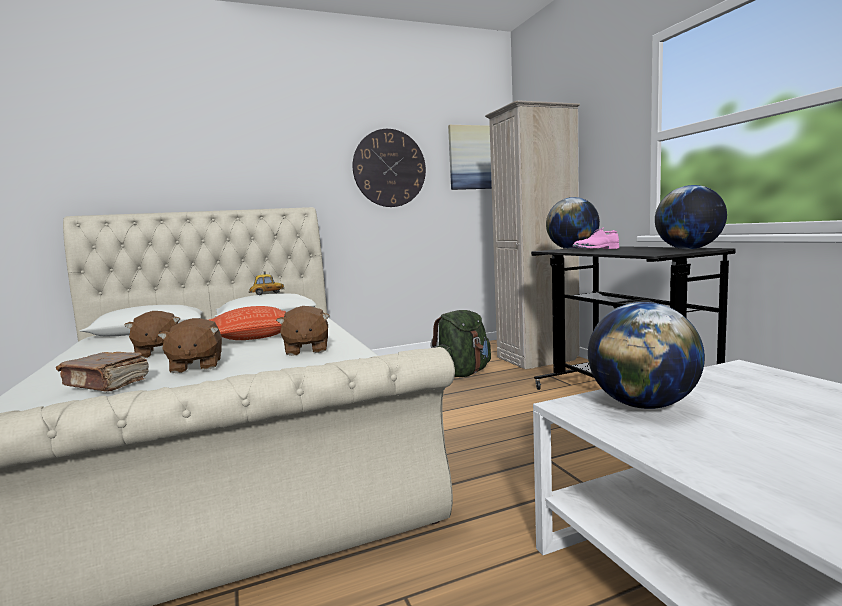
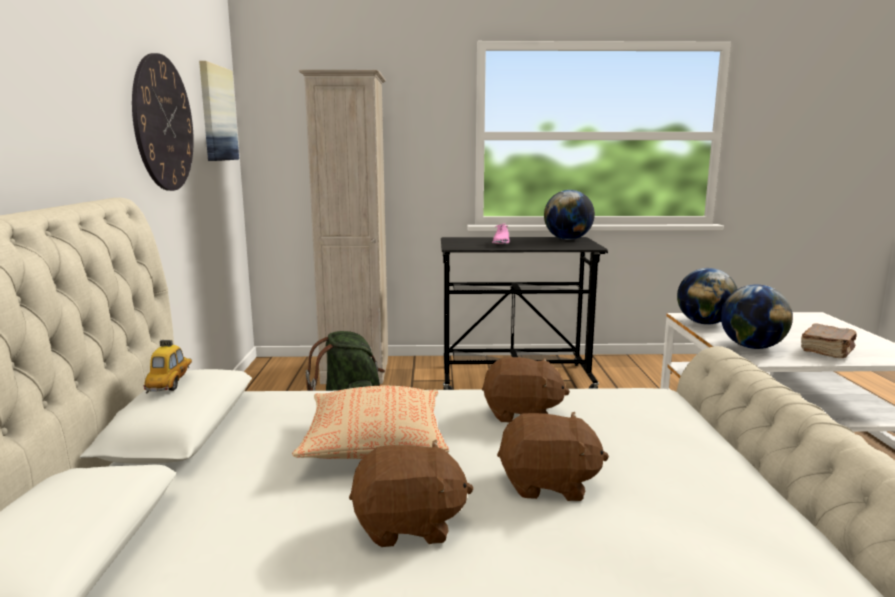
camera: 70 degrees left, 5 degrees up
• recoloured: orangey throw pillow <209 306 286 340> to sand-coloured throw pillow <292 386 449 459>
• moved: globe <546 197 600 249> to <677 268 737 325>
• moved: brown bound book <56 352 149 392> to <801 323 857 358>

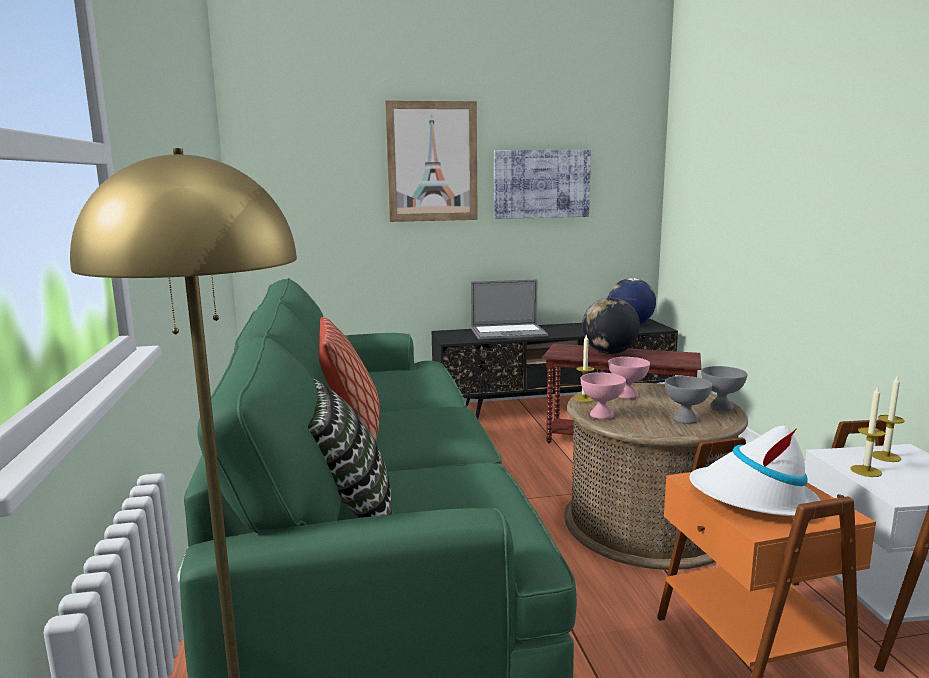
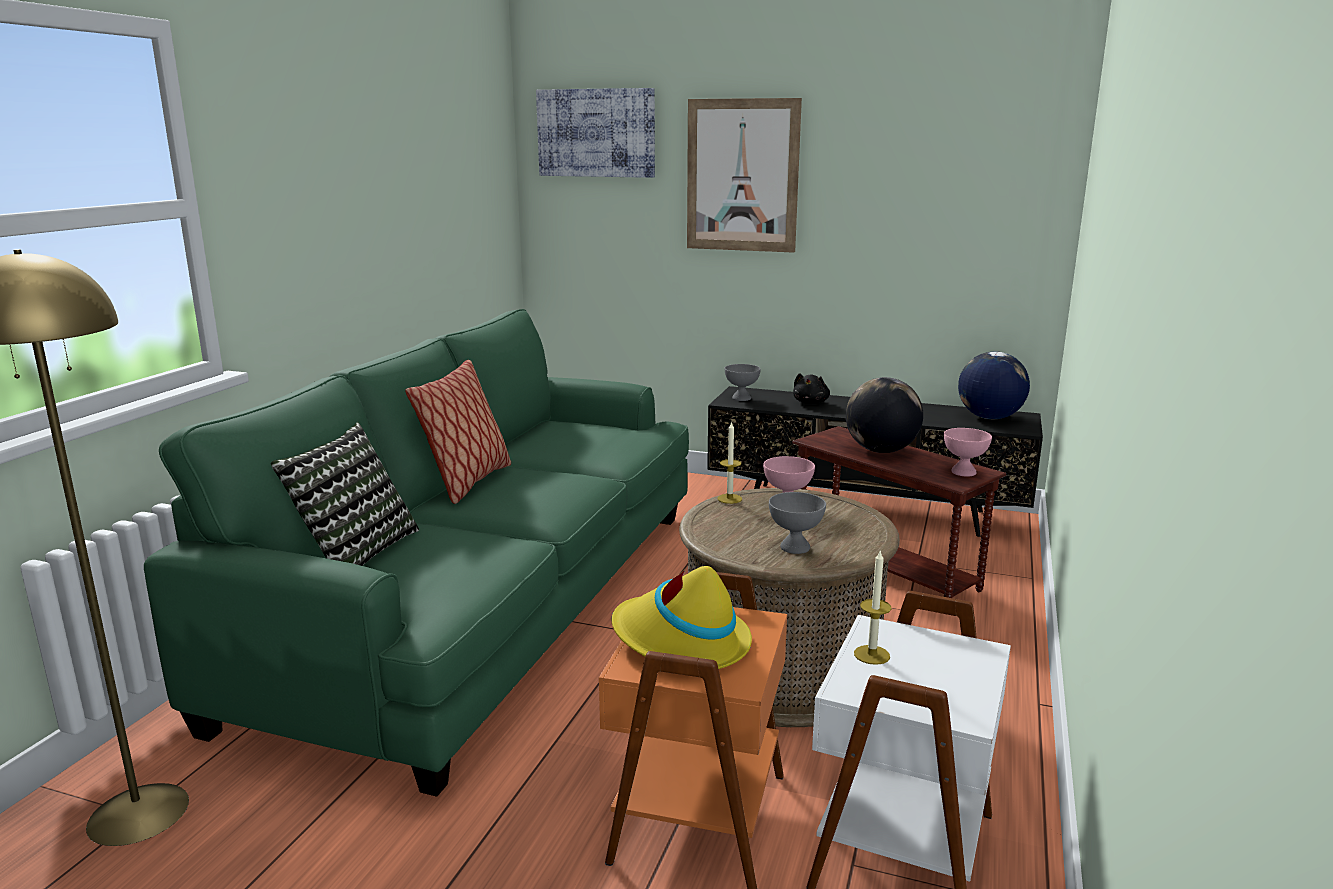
camera: 30 degrees right, 5 degrees up
• moved: wall art <494 150 591 219> to <536 88 655 178>
• recoloured: white-coloured clothing hat <689 426 820 516> to yellowish clothing hat <611 566 752 669>
• moved: greyish bowl <701 366 747 411> to <724 364 761 401>
• replaced: portable computer <471 279 548 340> to blackish cuddly toy <793 373 830 404>
• moved: pinkish bowl <581 372 626 419> to <944 428 992 477>
• removed: candle <872 375 905 462>

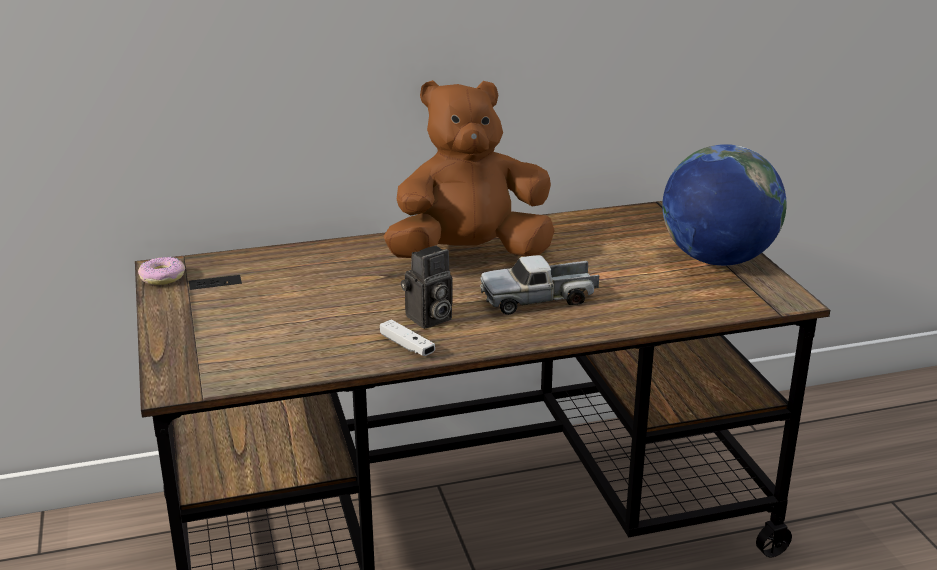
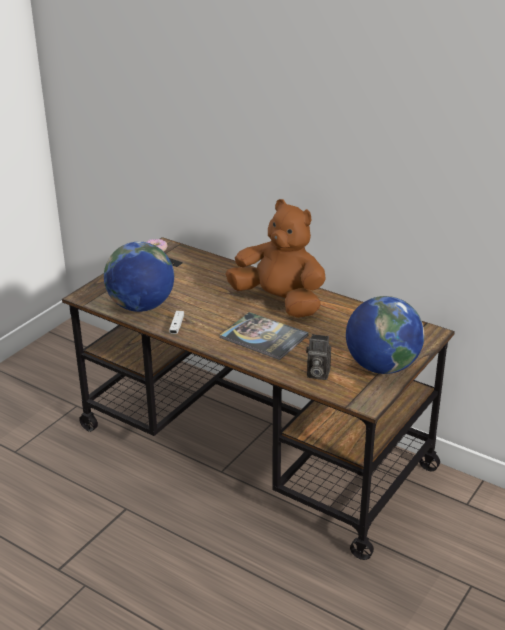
camera: 50 degrees right, 5 degrees up
• added: globe <104 242 174 312>
• replaced: toy truck <480 255 599 315> to bound book <220 312 308 360>
• moved: photo camera <401 245 453 329> to <306 334 331 380>

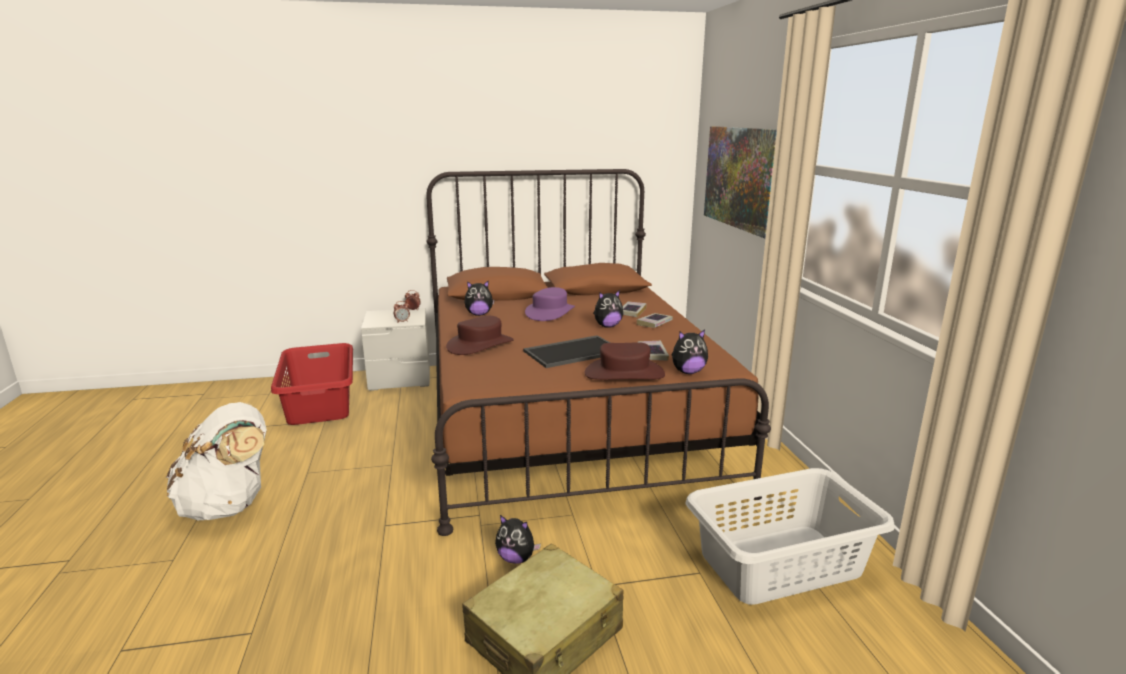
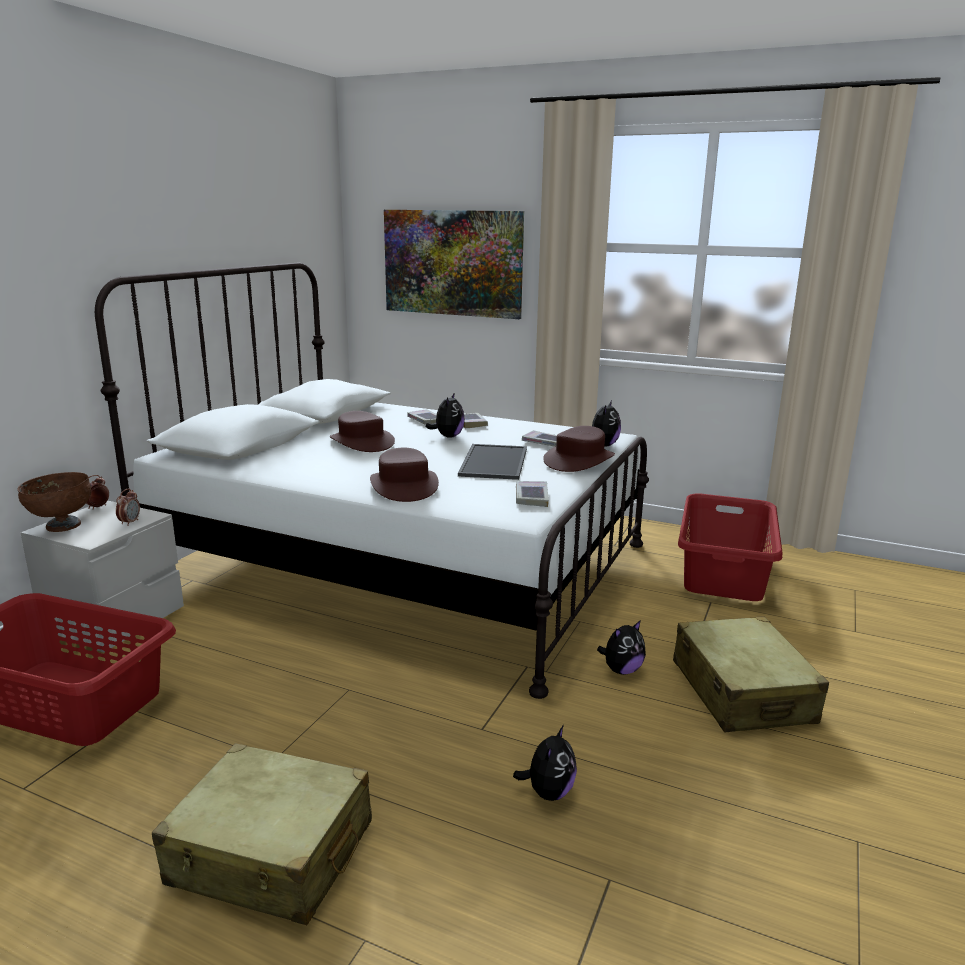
camera: 55 degrees left, 0 degrees up
• added: brown bowl <18 472 91 532>
• recoloured: brown sleeping bed <426 169 771 536> to white-coloured sleeping bed <95 263 649 699>
• replaced: white-coloured knapsack <166 402 267 520> to sand-coloured travel case <152 743 372 925>
• recoloured: purple clothing hat <525 287 575 321> to brown clothing hat <330 411 395 452>
• moved: cuddly toy <464 281 495 316> to <513 725 577 801>
• added: bound book <516 481 549 507>
• recoloured: greyish washing basket <685 468 895 605> to red washing basket <678 493 782 601>

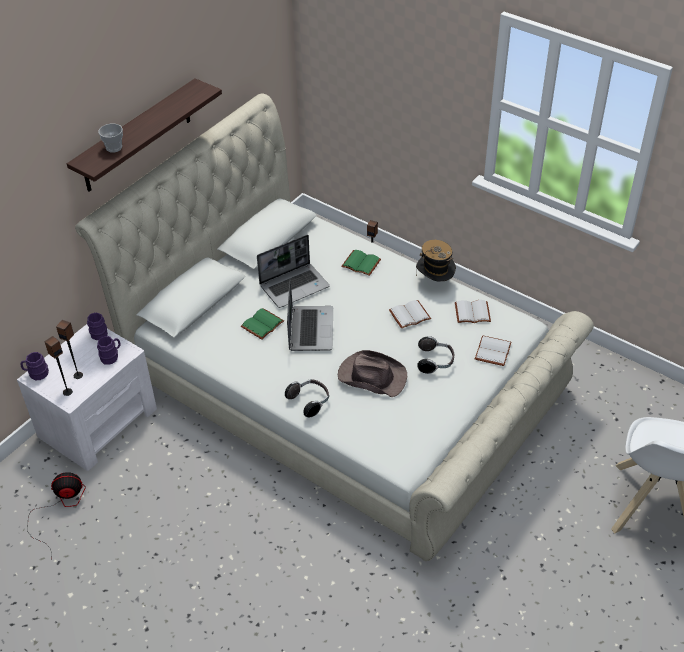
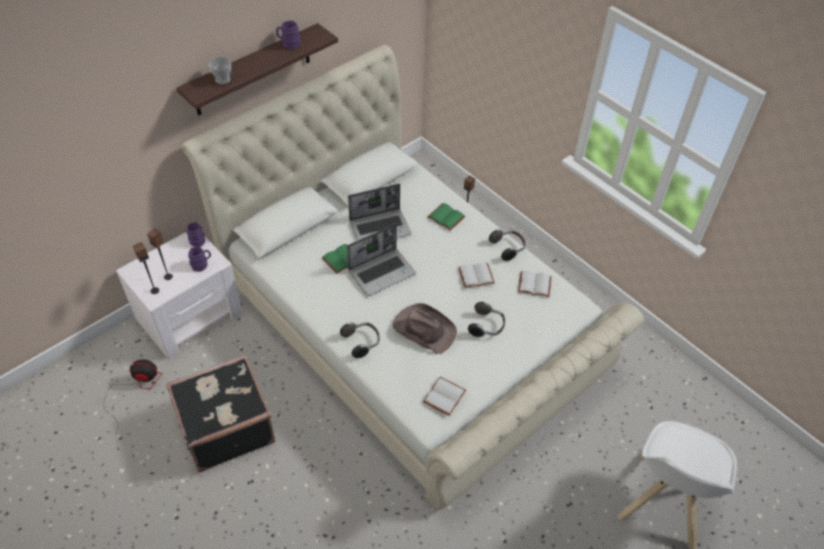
camera: 10 degrees right, 5 degrees up
• added: blackish travel case <166 354 276 472>
• moved: purple tea mug <20 352 49 380> to <276 20 300 49>
• turned: portable computer <287 278 333 351> = <347 224 416 296> 45 degrees clockwise
• moved: white-coloured bound book <475 335 512 366> to <423 377 466 416>
• replaced: clothing hat <416 240 456 281> to headset <489 229 525 261>

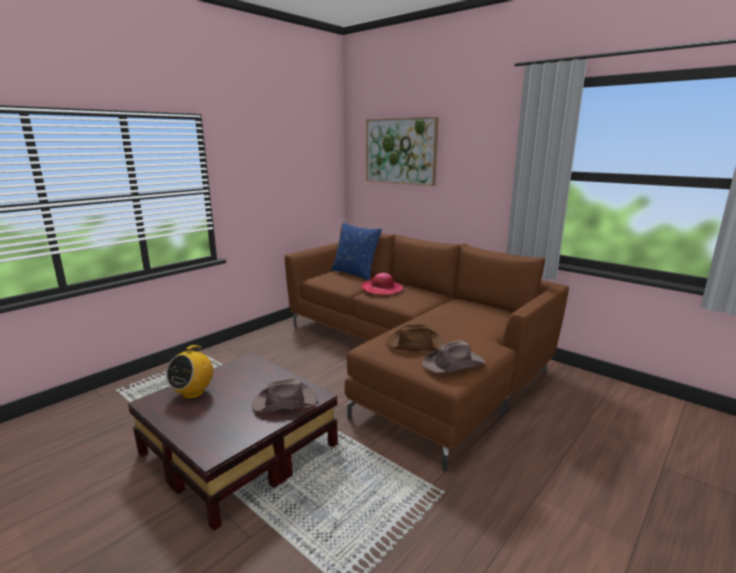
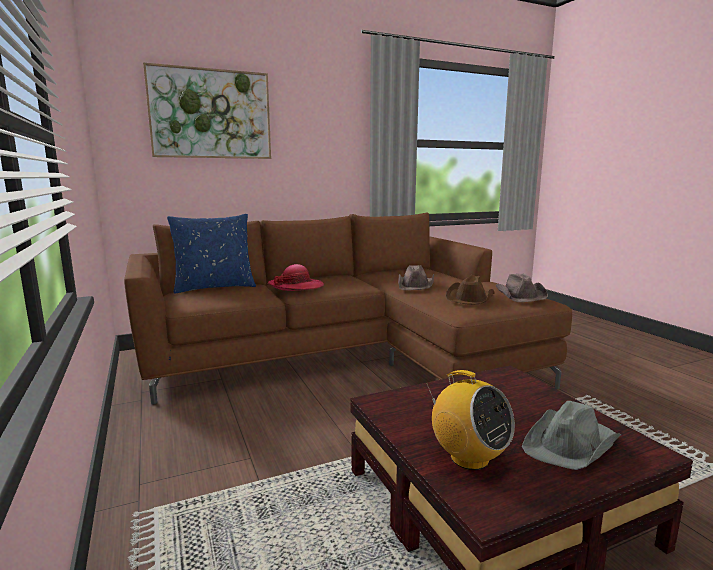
camera: 65 degrees left, 5 degrees down
• moved: brown clothing hat <252 378 317 412> to <398 265 434 290>
• added: greyish clothing hat <522 401 621 470>

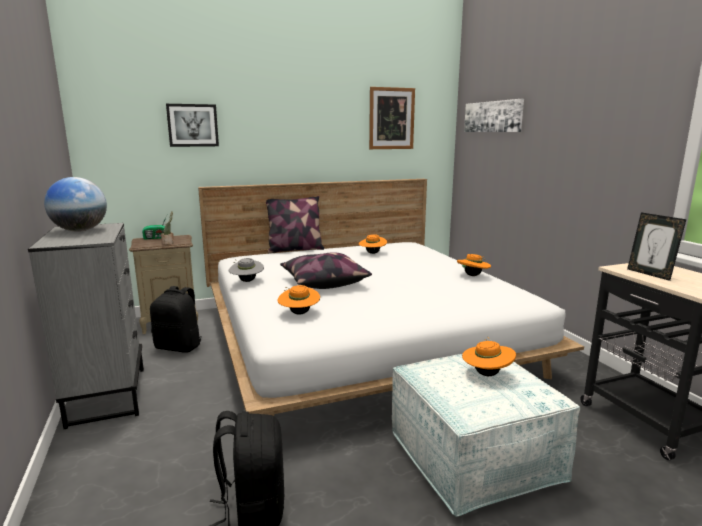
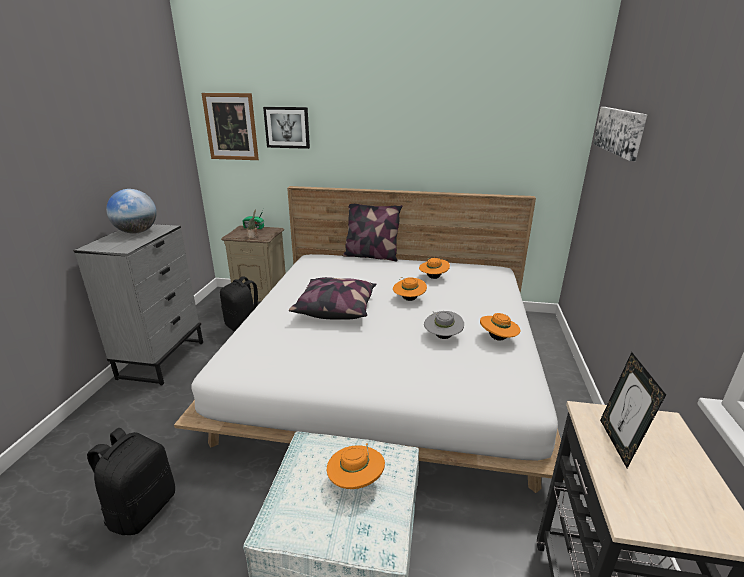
camera: 30 degrees right, 10 degrees up
• moved: wall art <369 87 415 149> to <201 93 259 160>
• moved: orangey clothing hat <278 285 320 315> to <393 277 427 301>
• moved: greyish clothing hat <229 258 264 282> to <424 311 464 339>

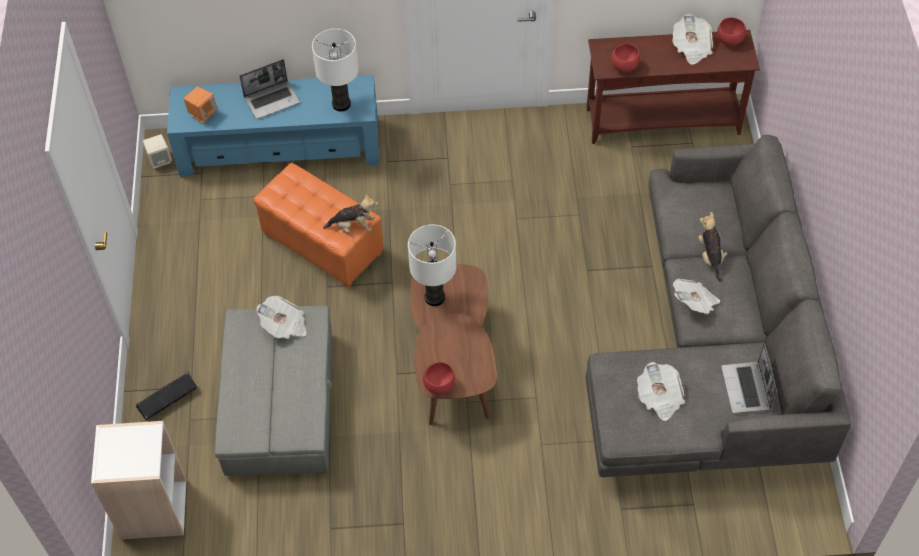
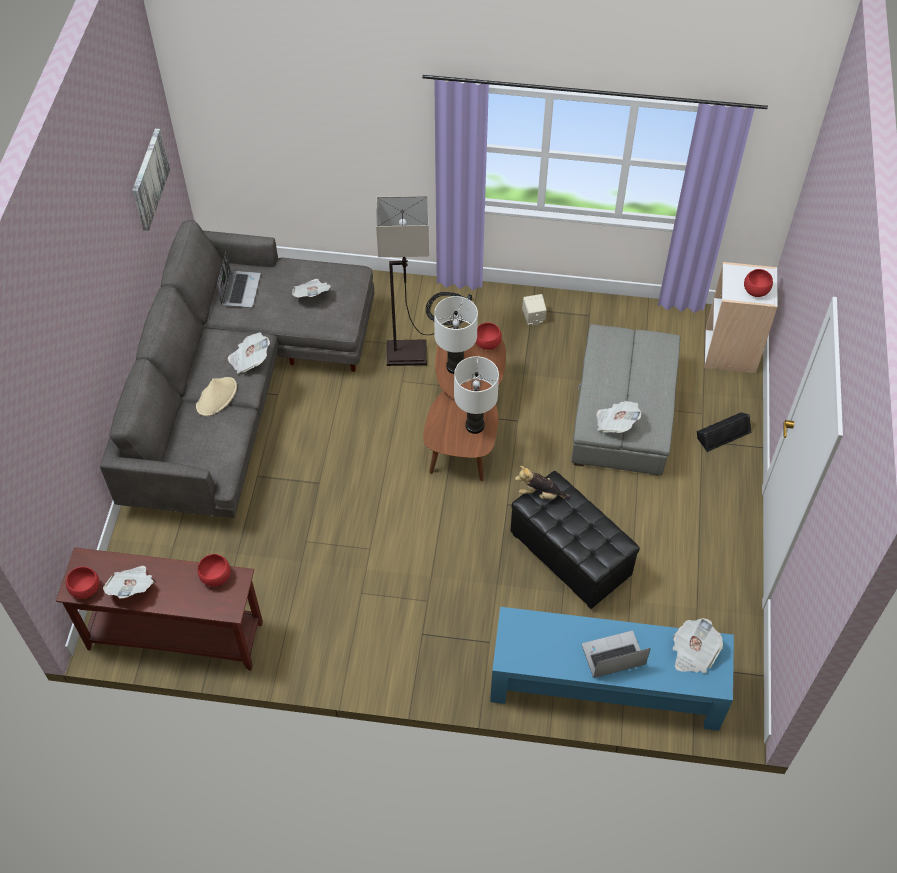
camera: 170 degrees left, 0 degrees up
• added: wall art <132 128 170 231>
• replaced: cuddly toy <698 212 727 282> to sand-coloured clothing hat <196 377 237 416>
• added: standard lamp <376 196 472 366>
• moved: white-coloured table lamp <312 29 359 111> to <434 296 478 374>
• recoloured: orangey pouffe <253 163 384 288> to blackish pouffe <510 471 640 609>
• moved: sand-coloured loudspeaker <143 134 172 169> to <522 294 547 325>
• replaced: orangey loudspeaker <184 86 217 123> to printed paper <672 618 723 673>
• added: red bowl <744 269 773 297>

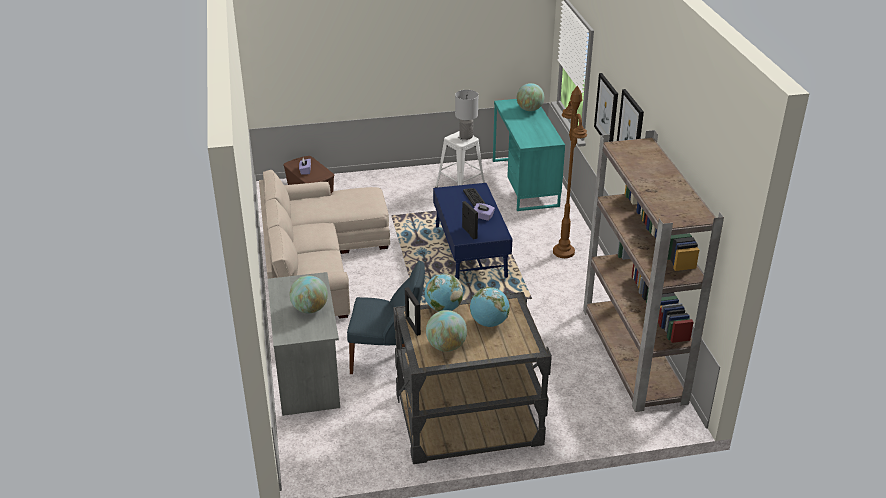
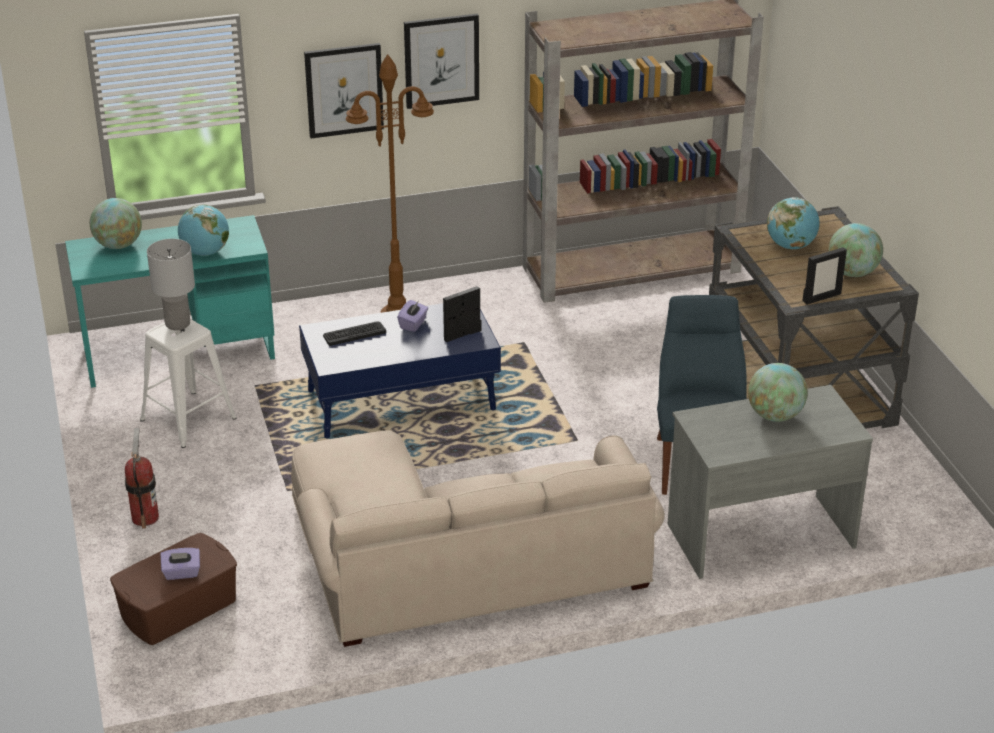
camera: 95 degrees left, 0 degrees up
• added: fire-fighting cylinder <125 427 159 529>
• moved: globe <425 274 463 312> to <178 205 229 256>

